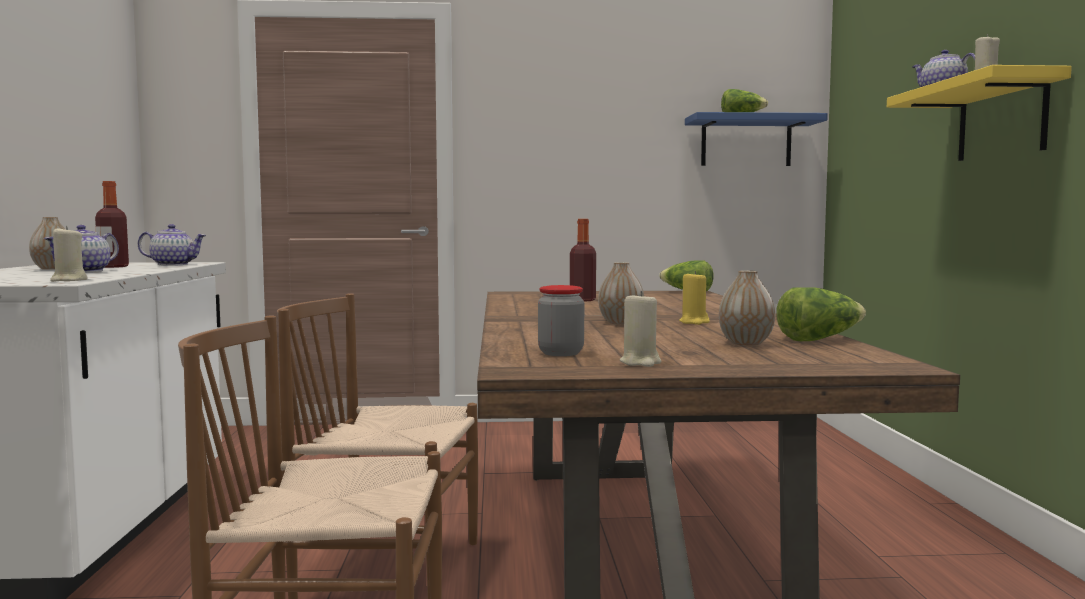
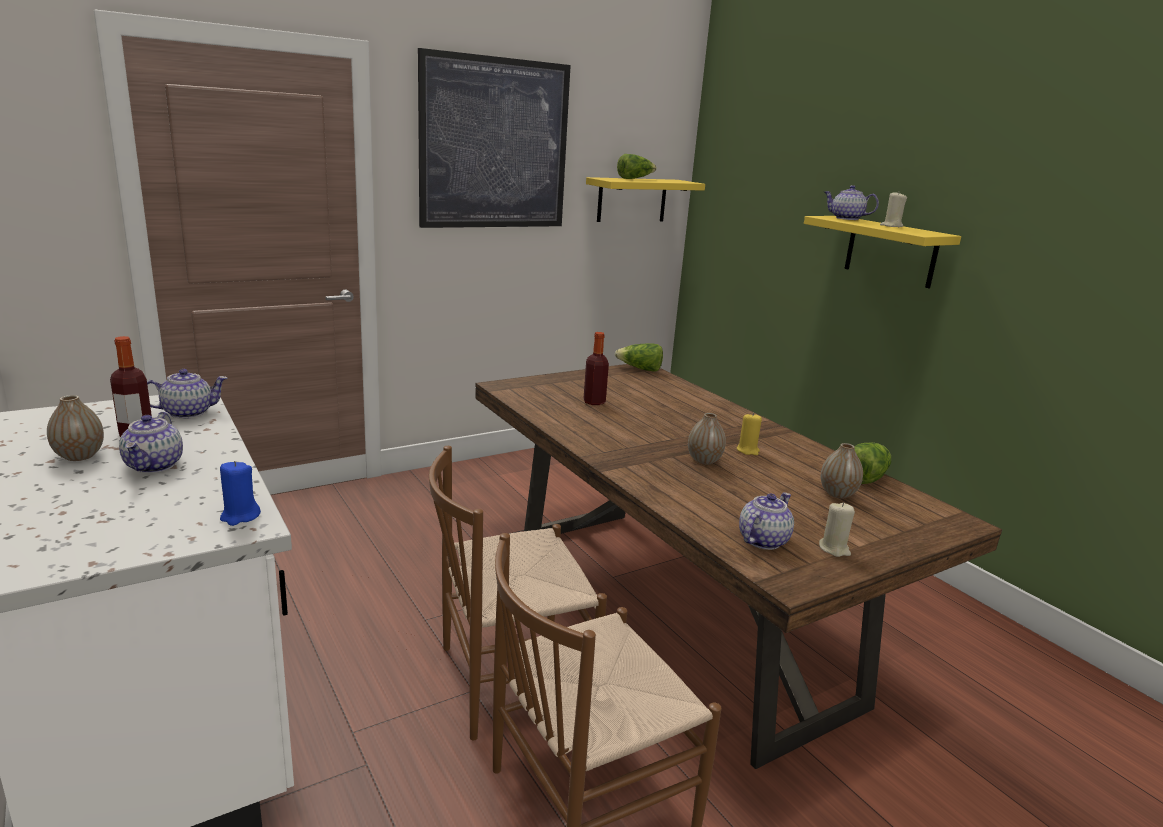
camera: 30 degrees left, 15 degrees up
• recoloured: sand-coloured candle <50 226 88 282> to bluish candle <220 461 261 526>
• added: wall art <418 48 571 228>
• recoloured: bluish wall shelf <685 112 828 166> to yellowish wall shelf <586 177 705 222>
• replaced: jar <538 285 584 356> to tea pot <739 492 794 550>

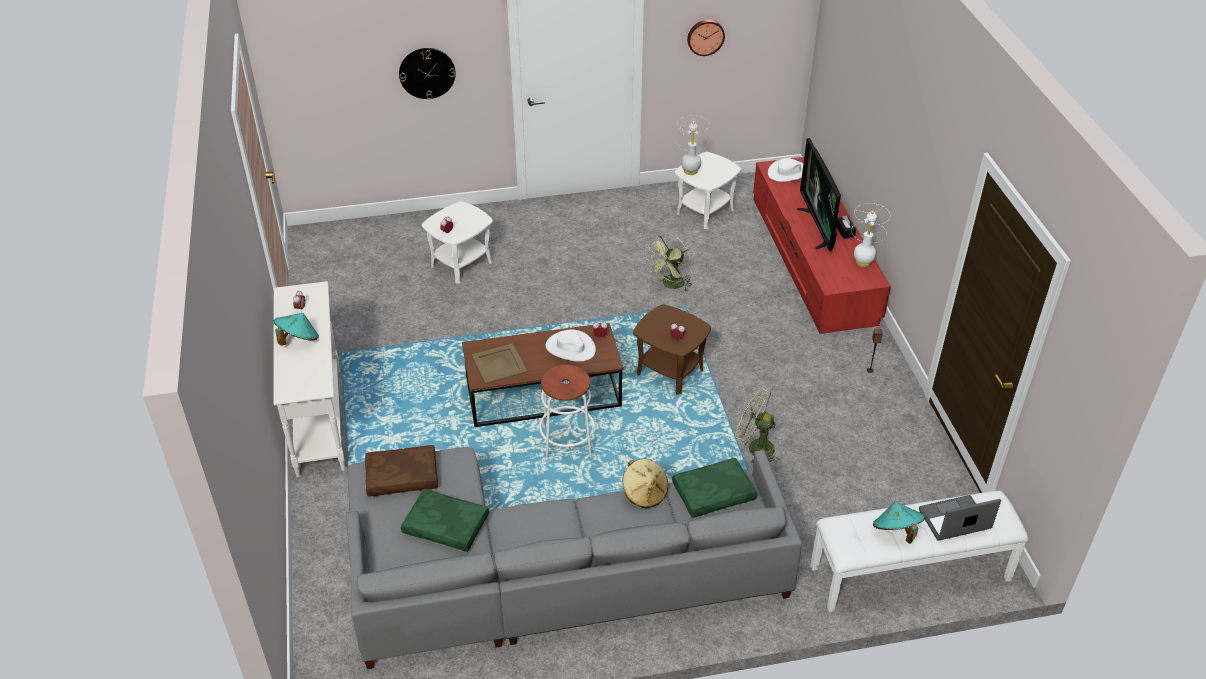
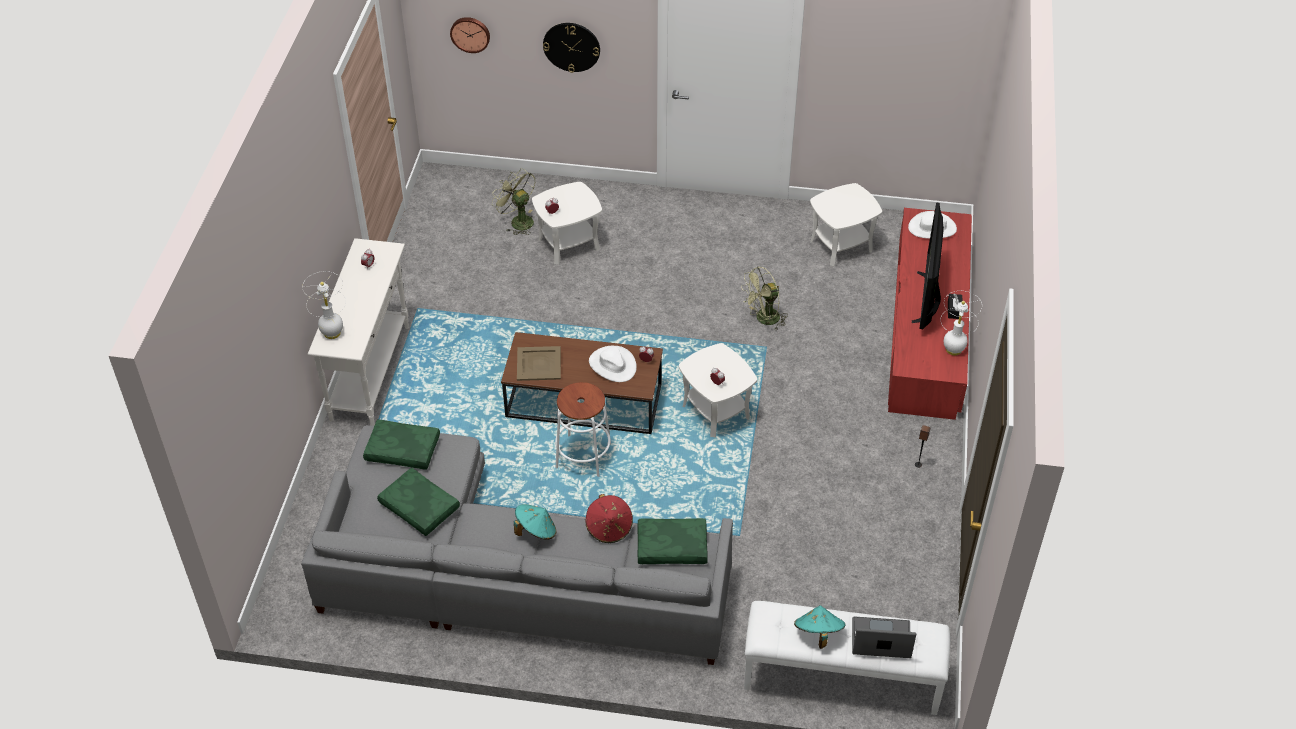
camera: 20 degrees right, 5 degrees up
• moved: white-coloured table lamp <676 115 710 175> to <302 271 346 339>
• recoloured: brown throw pillow <365 445 438 496> to green-coloured throw pillow <363 420 440 470>
• moved: wall clock <687 20 725 56> to <450 17 490 53>
• moved: green-coloured fan <735 388 779 463> to <492 168 535 235>
• moved: turquoise clothing hat <274 313 319 346> to <514 504 556 540>
• recoloured: sand-coloured clothing hat <623 459 668 508> to red clothing hat <585 494 633 543>
• recoloured: brown accent table <633 304 711 395> to white-coloured accent table <679 343 757 438>

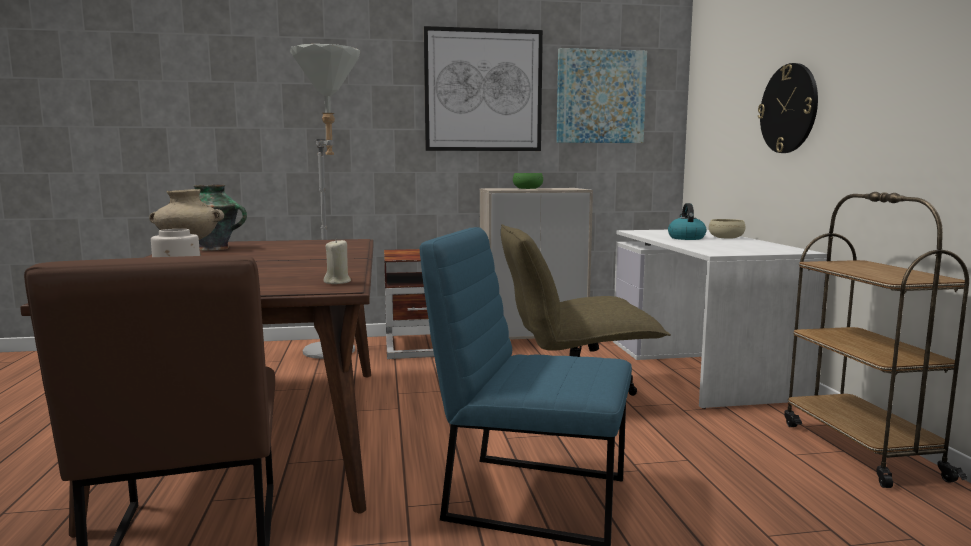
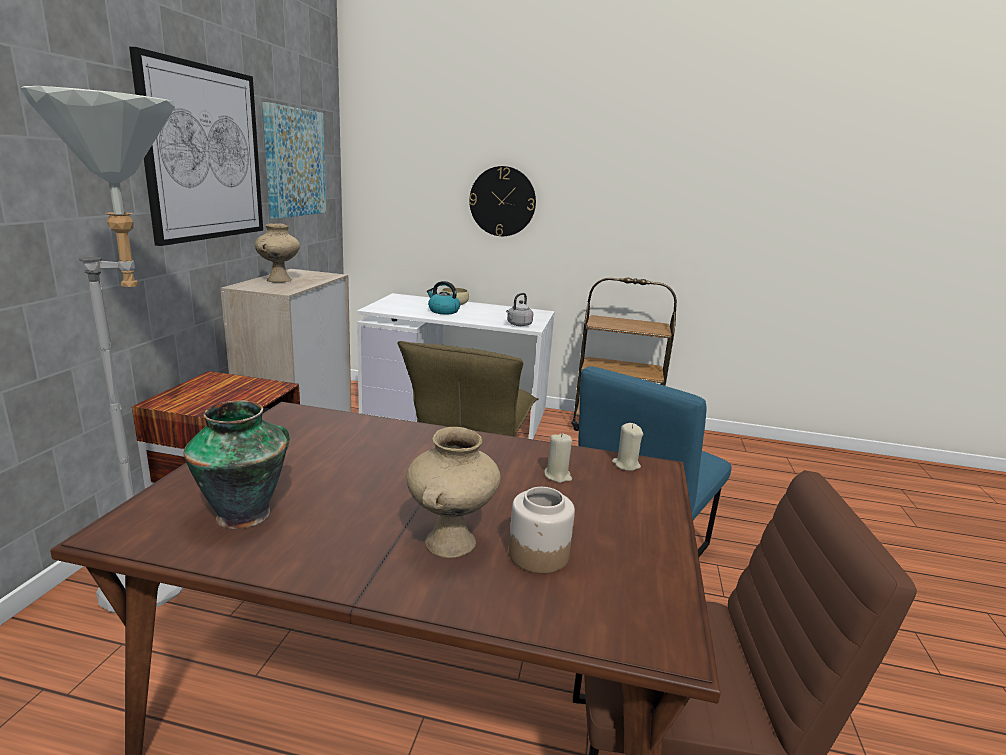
camera: 70 degrees left, 10 degrees up
• replaced: green-coloured bowl <513 173 543 189> to sand-coloured flower vase <255 223 300 283>
• added: greyish water kettle <506 293 533 326>
• added: sand-coloured candle <544 433 572 483>

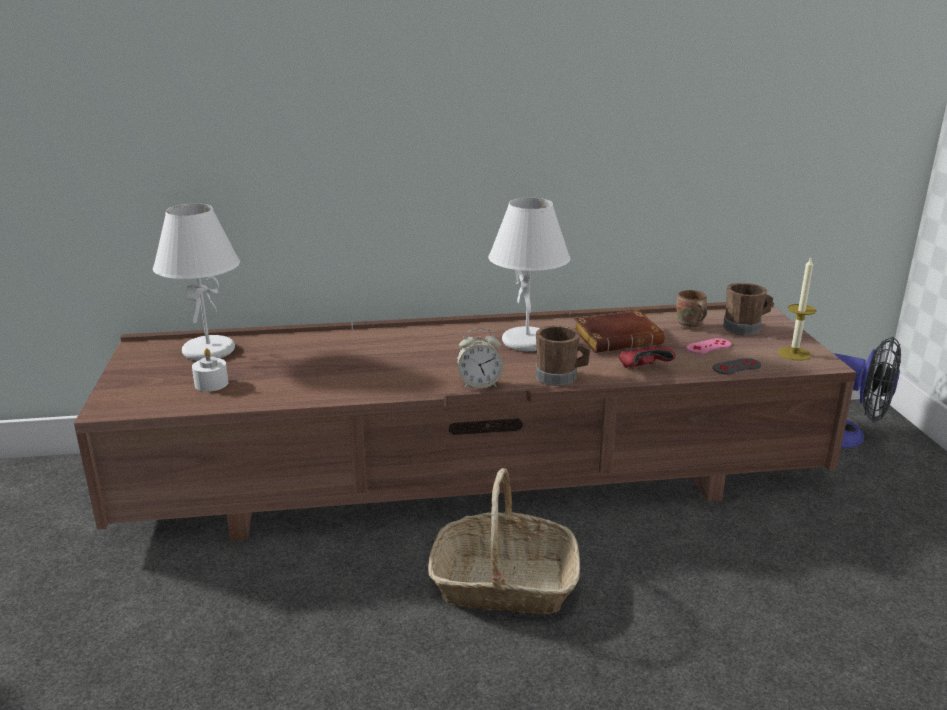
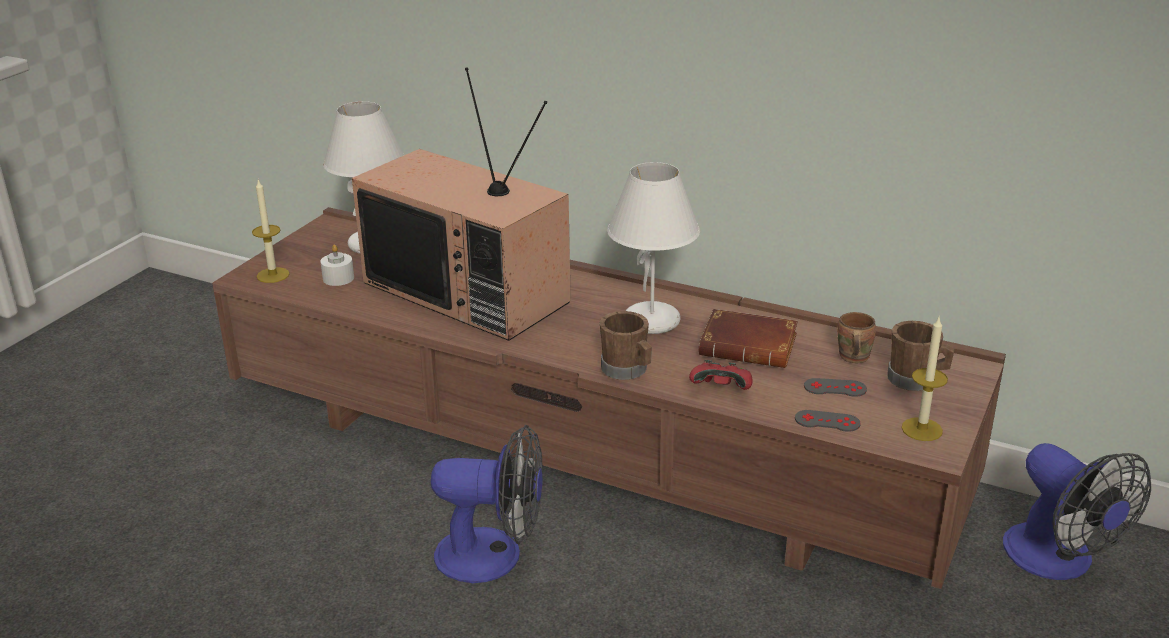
camera: 35 degrees right, 5 degrees up
• added: candle <252 180 289 283>
• added: television <352 68 571 341>
• replaced: basket <428 468 580 614> to fan <431 425 543 583>
• recoloured: pinkish joypad <686 338 731 354> to greyish joypad <804 378 867 397>
• removed: table clock <457 328 503 389>

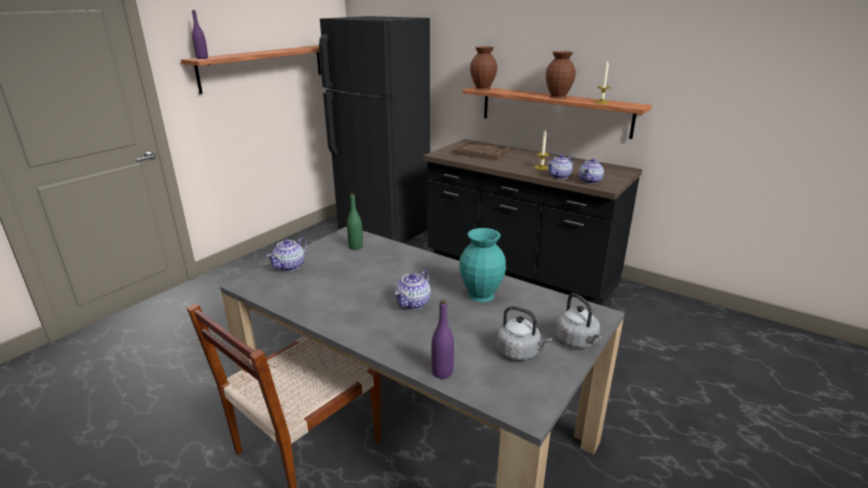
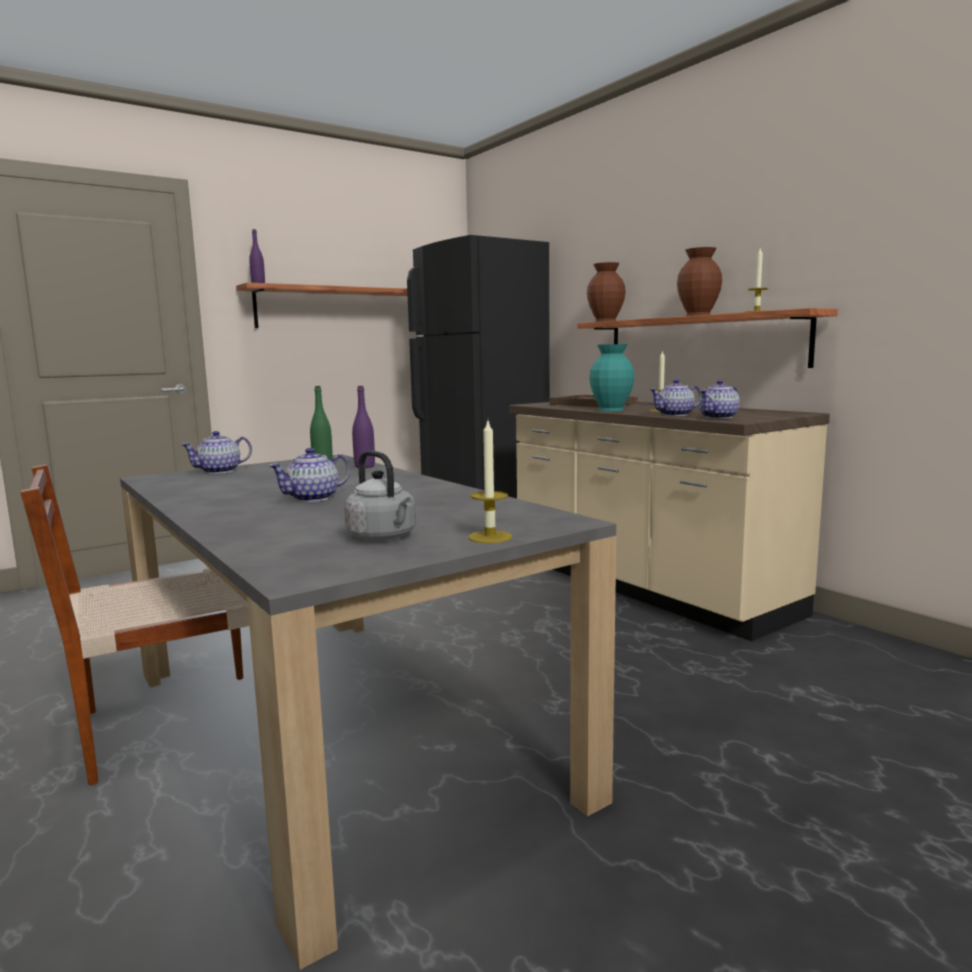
camera: 20 degrees right, 15 degrees down
• moved: purple beverage bottle <431 300 454 379> to <352 386 375 468>
• replaced: greyish water kettle <556 293 602 348> to candle <468 421 512 543>
• recoloured: blackish counter <423 139 642 306> to sand-coloured counter <509 402 830 641>
• moved: turquoise flower vase <459 228 506 302> to <589 344 634 411>

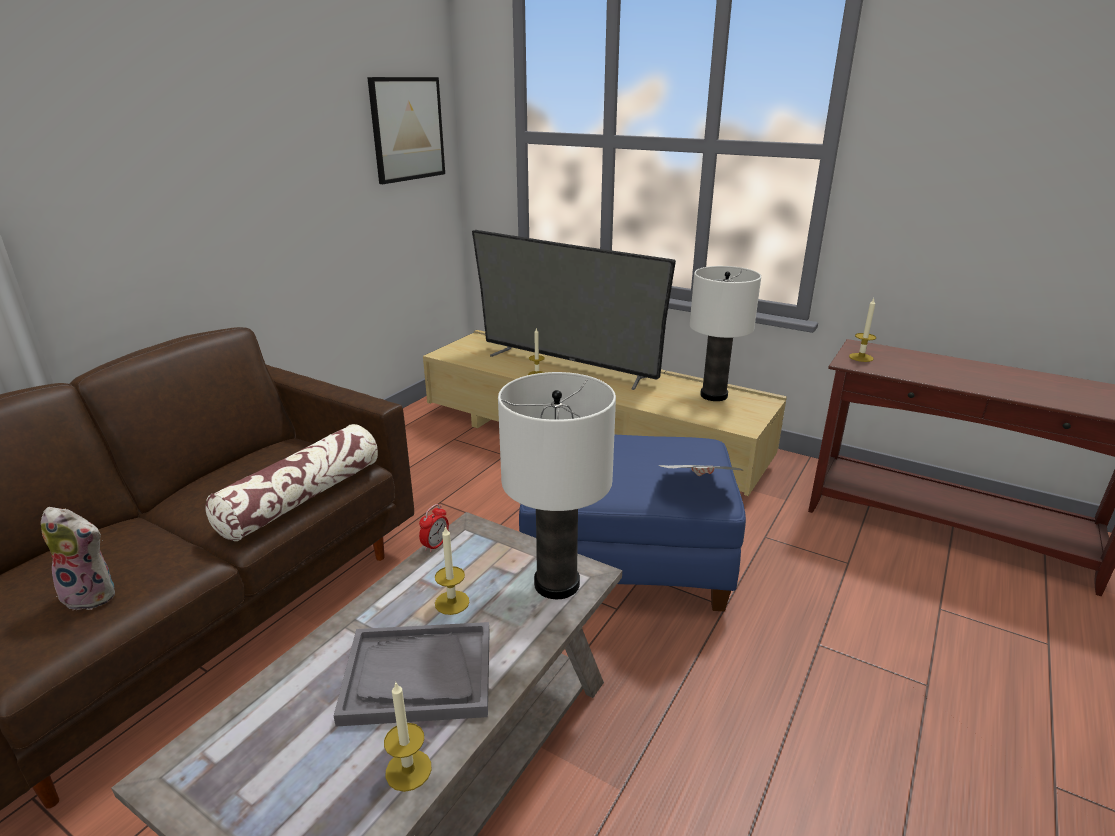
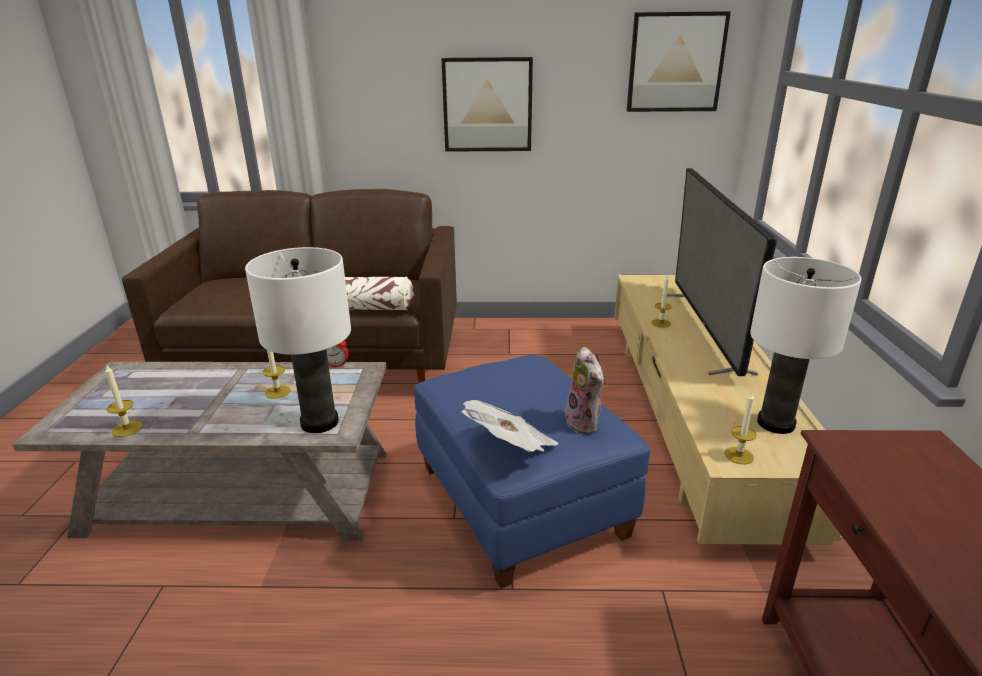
camera: 60 degrees right, 0 degrees up
• added: wall art <441 57 533 152>
• moved: cuddly toy <41 507 115 610> to <565 347 604 434>
• moved: candle <849 299 876 362> to <724 392 757 464>
• removed: greyish carrying tray <334 622 490 727>

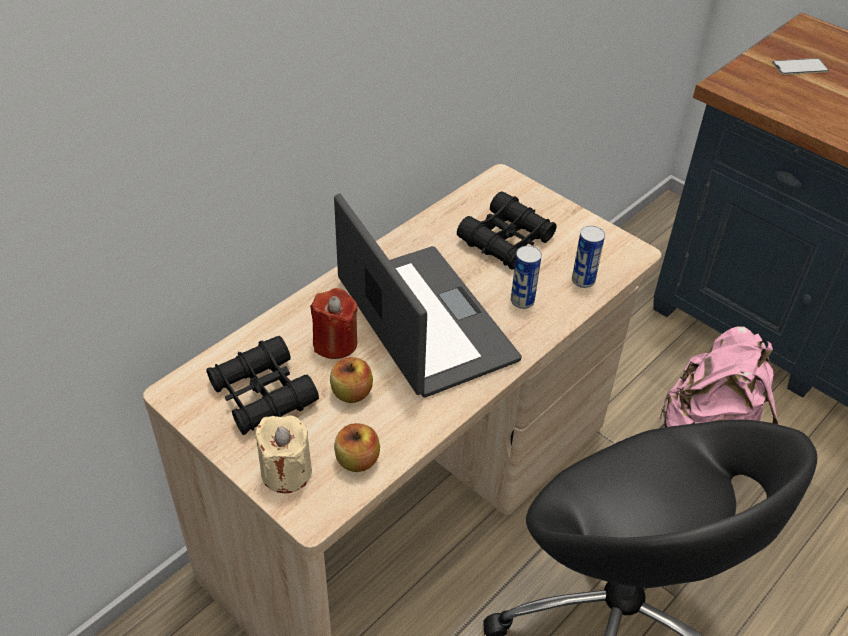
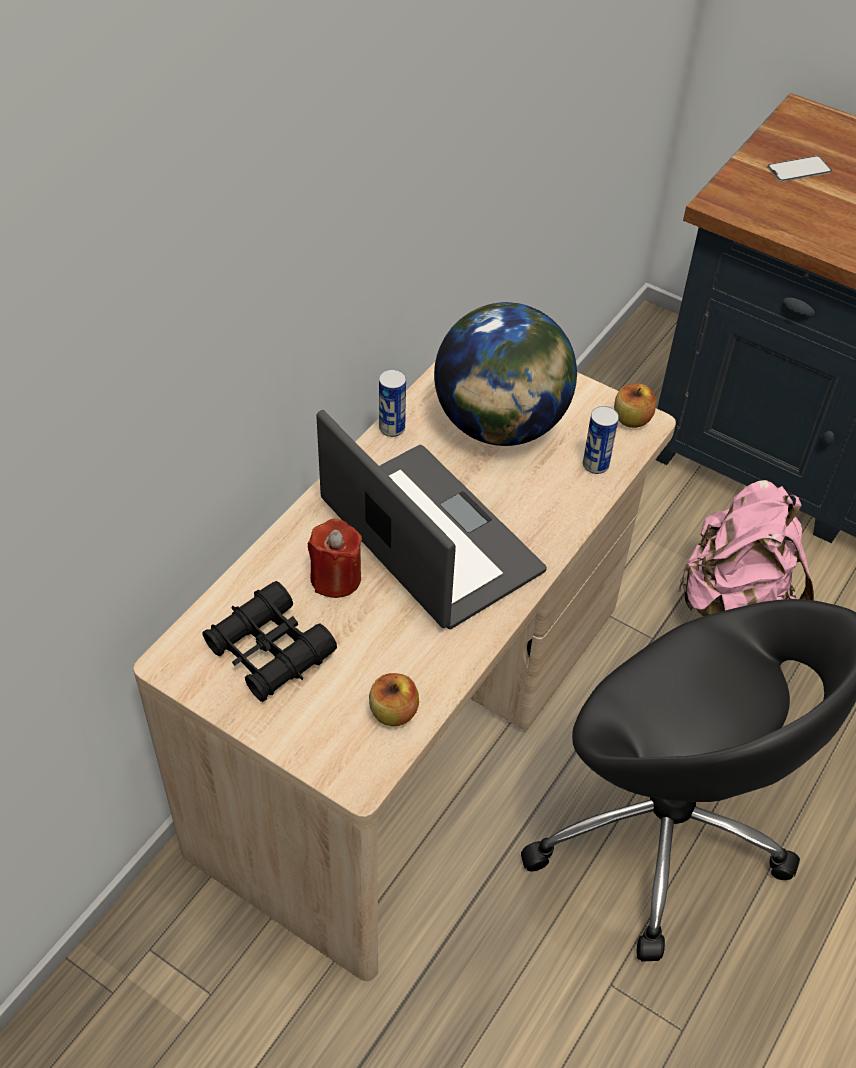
camera: 10 degrees left, 5 degrees up
• moved: can <511 246 542 309> to <379 369 406 437>
• replaced: blackish field glasses <457 191 557 270> to globe <434 302 577 446>
• moved: apple fruit <330 357 373 403> to <614 383 656 428>
• removed: sand-coloured candle <255 415 312 493>

